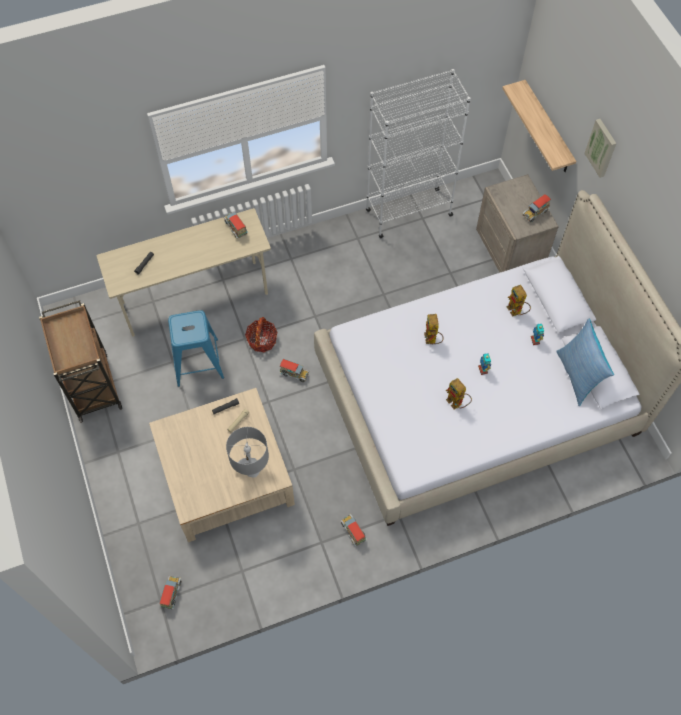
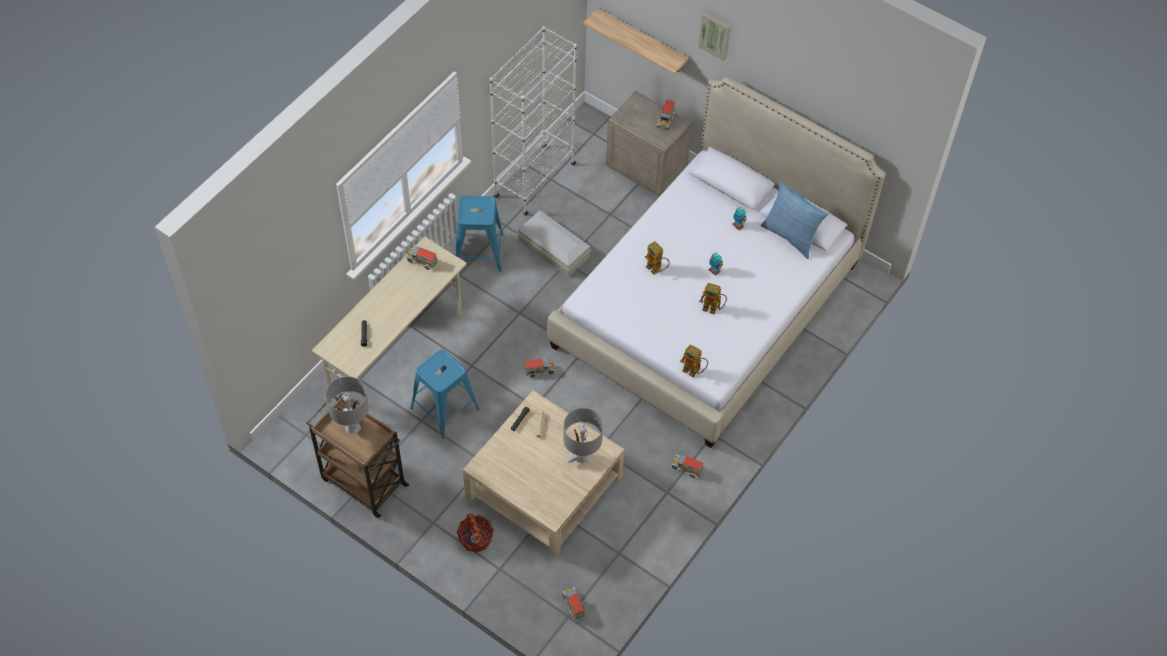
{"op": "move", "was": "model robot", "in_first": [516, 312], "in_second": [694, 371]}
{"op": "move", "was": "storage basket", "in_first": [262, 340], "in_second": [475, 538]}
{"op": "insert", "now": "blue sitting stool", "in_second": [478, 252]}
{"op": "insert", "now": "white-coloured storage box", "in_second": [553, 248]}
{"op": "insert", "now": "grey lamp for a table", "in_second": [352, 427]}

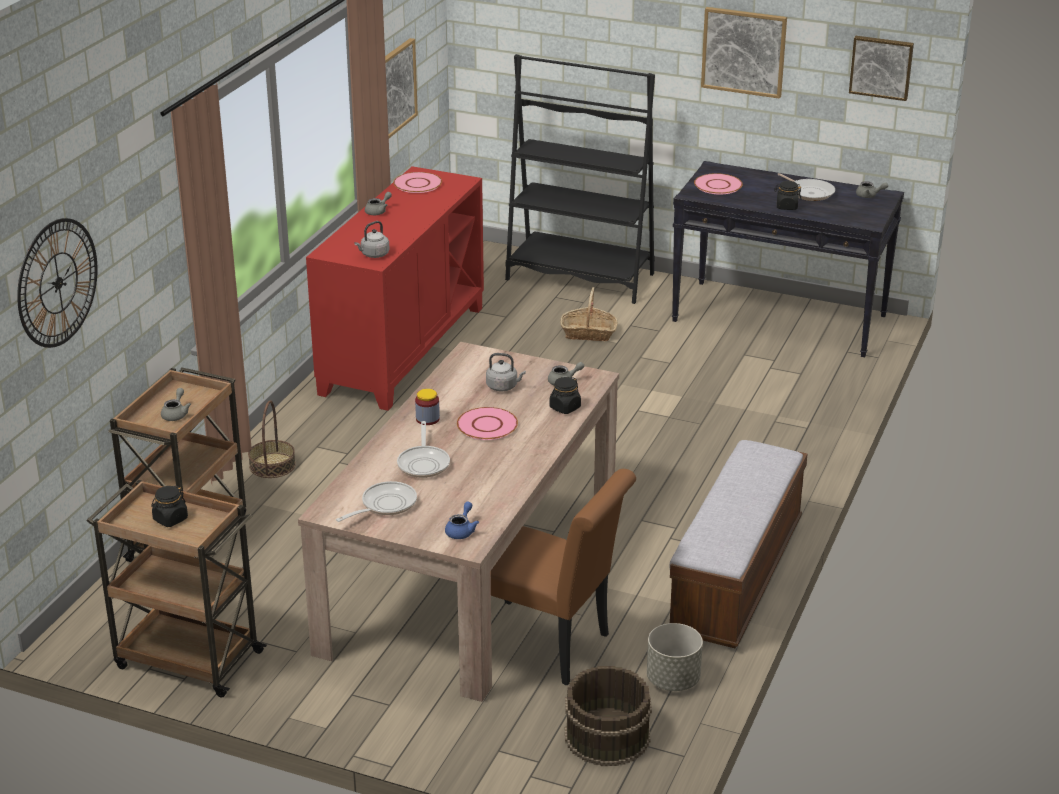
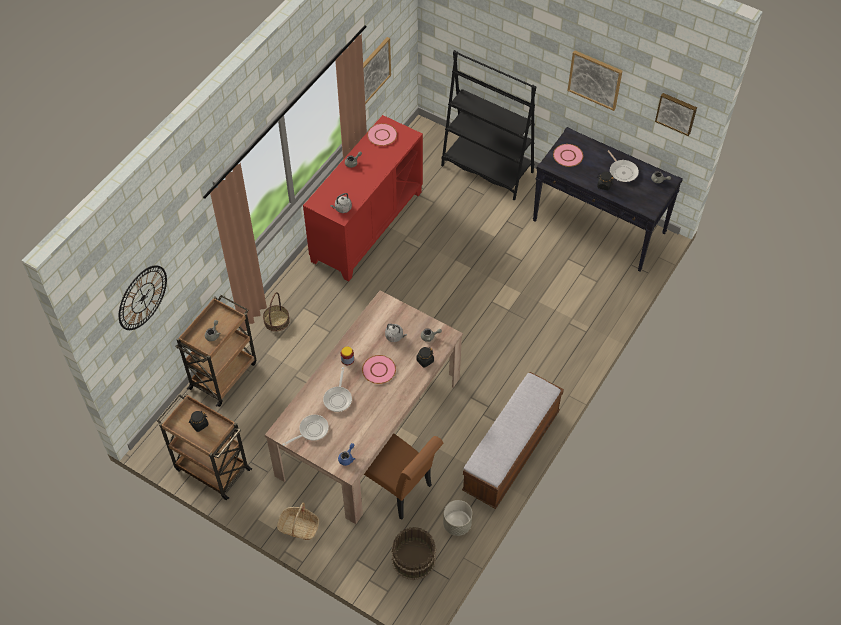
{"op": "move", "was": "storage basket", "in_first": [588, 333], "in_second": [299, 527]}

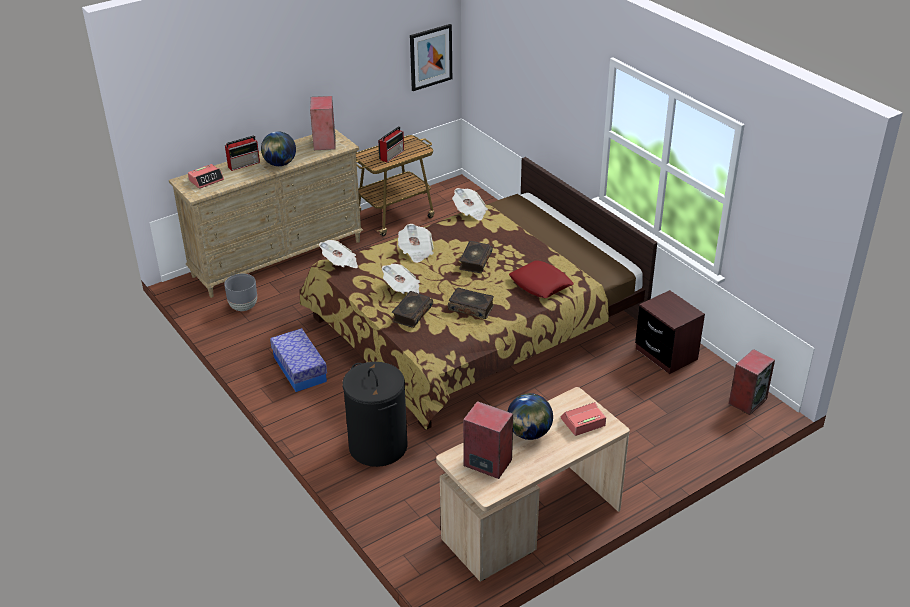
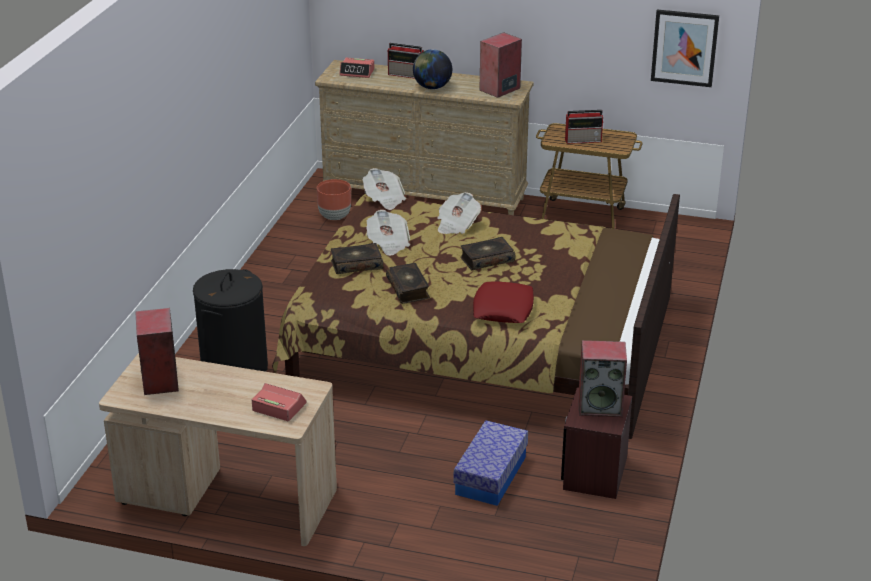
{"op": "delete", "was": "daily paper", "in_first": [470, 212]}
{"op": "recolor", "was": "grey flower pot", "now": "brownish flower pot", "in_first": [243, 307], "in_second": [334, 217]}
{"op": "move", "was": "storage box", "in_first": [299, 369], "in_second": [490, 475]}
{"op": "move", "was": "loudspeaker", "in_first": [747, 400], "in_second": [600, 406]}
{"op": "delete", "was": "desk globe", "in_first": [529, 433]}

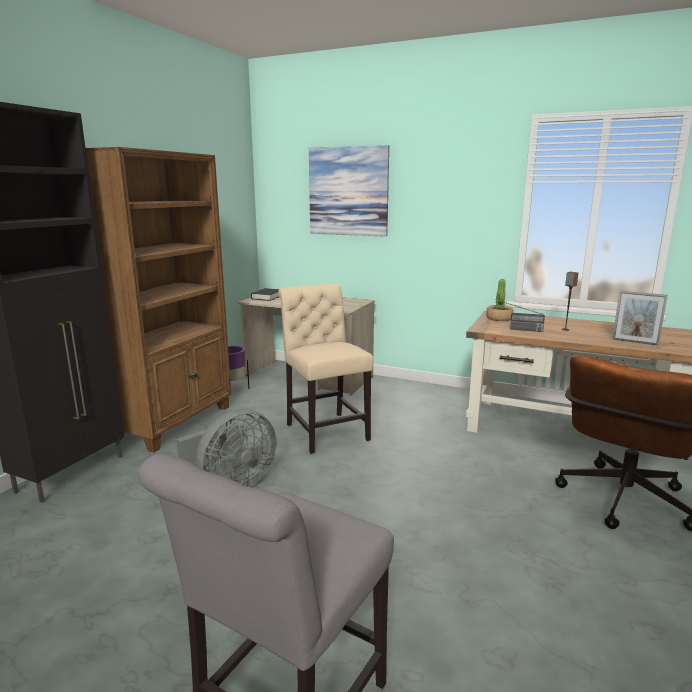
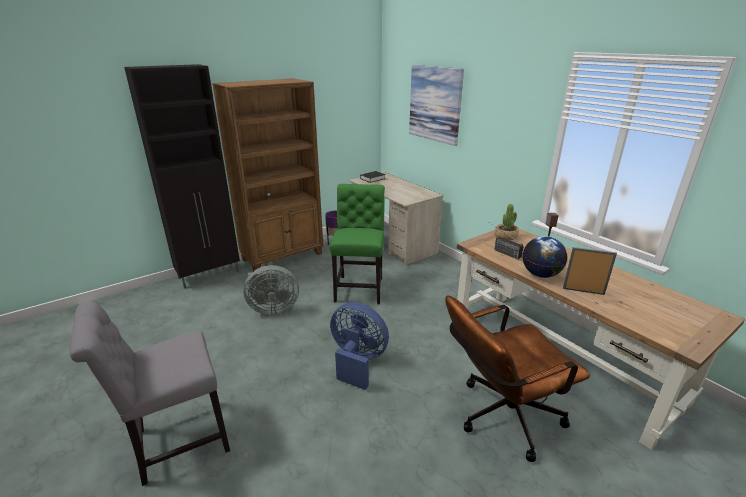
{"op": "recolor", "was": "beige upright chair", "now": "green-coloured upright chair", "in_first": [325, 430], "in_second": [360, 288]}
{"op": "rotate", "was": "standing frame", "in_first": [634, 342], "in_second": [583, 291], "clockwise": 135}
{"op": "insert", "now": "desk globe", "in_second": [541, 274]}
{"op": "insert", "now": "blue electric fan", "in_second": [357, 361]}

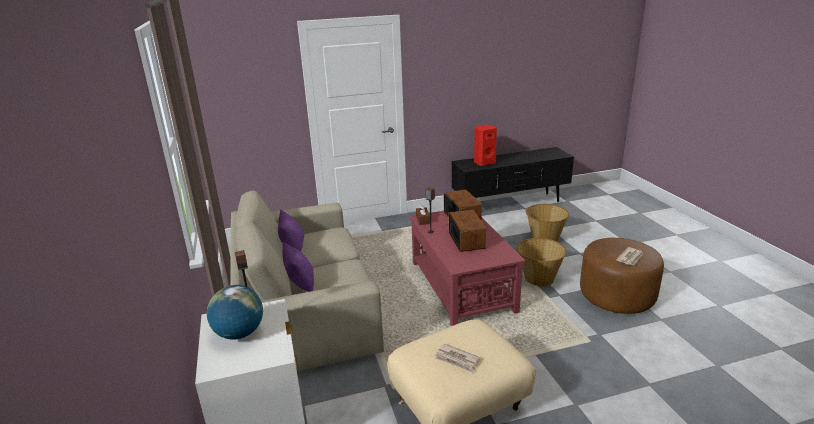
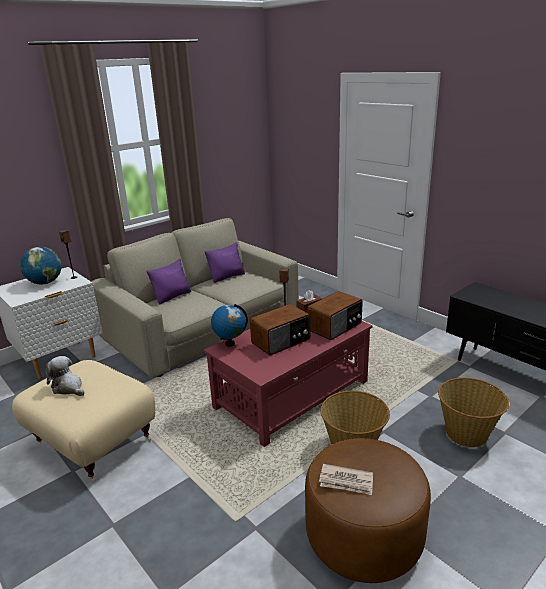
{"op": "delete", "was": "red loudspeaker", "in_first": [484, 162]}
{"op": "replace", "was": "daily paper", "now": "soft toy", "in_first": [457, 359], "in_second": [68, 387]}
{"op": "insert", "now": "desk globe", "in_second": [230, 343]}

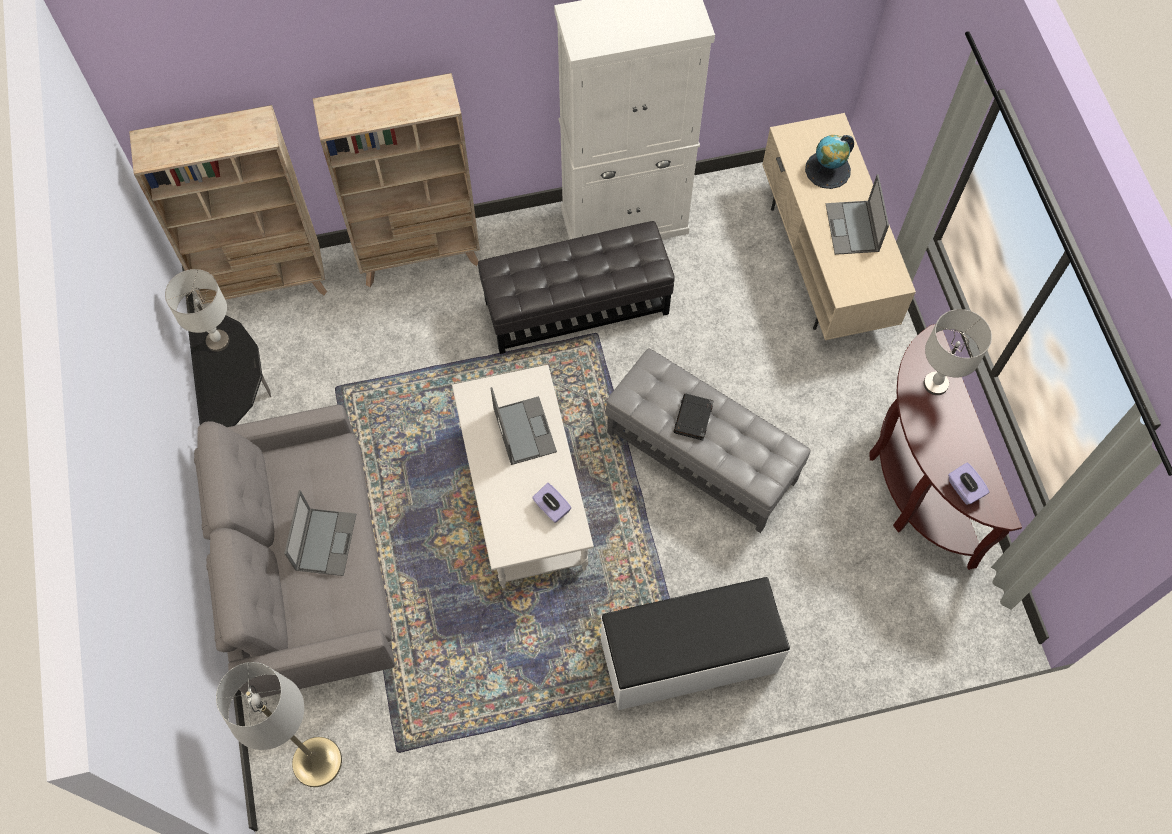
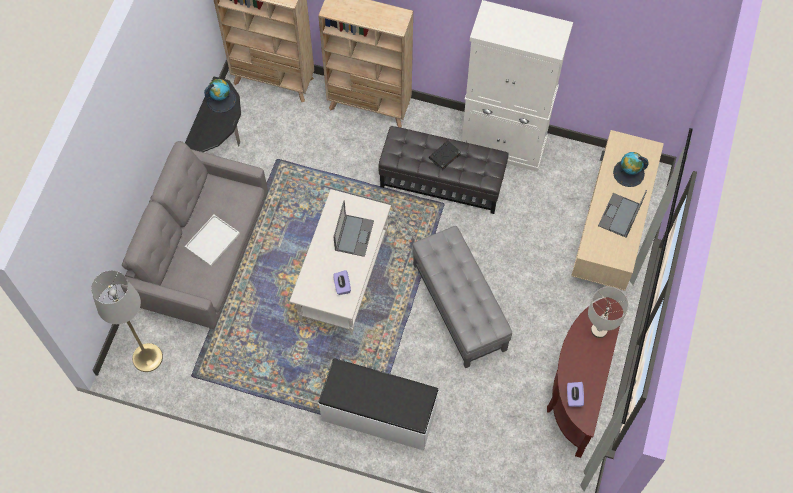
{"op": "replace", "was": "grey lamp for a table", "now": "desk globe", "in_first": [218, 341], "in_second": [221, 100]}
{"op": "move", "was": "blackish book", "in_first": [693, 419], "in_second": [444, 156]}
{"op": "replace", "was": "laptop", "now": "white-coloured tray", "in_first": [325, 541], "in_second": [212, 239]}

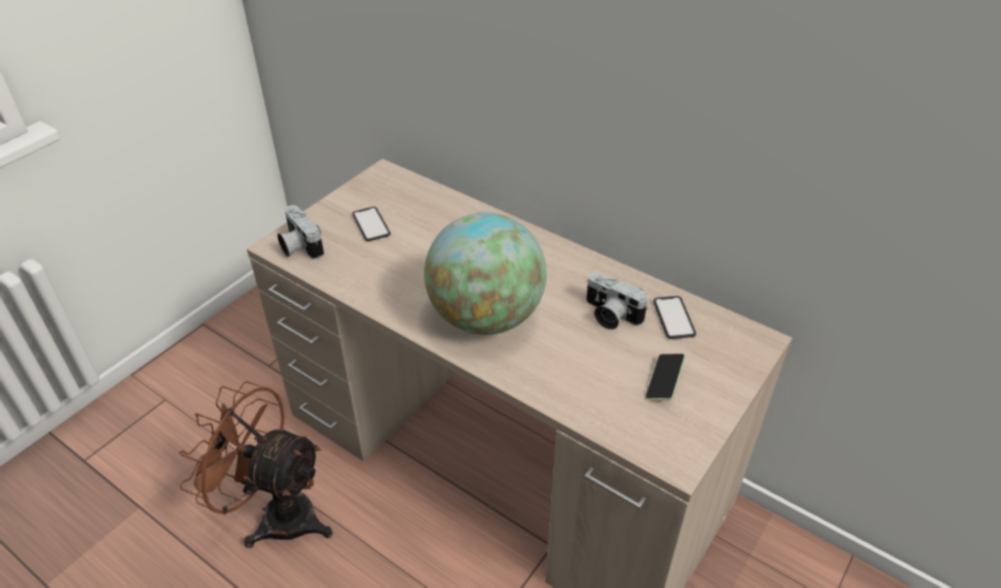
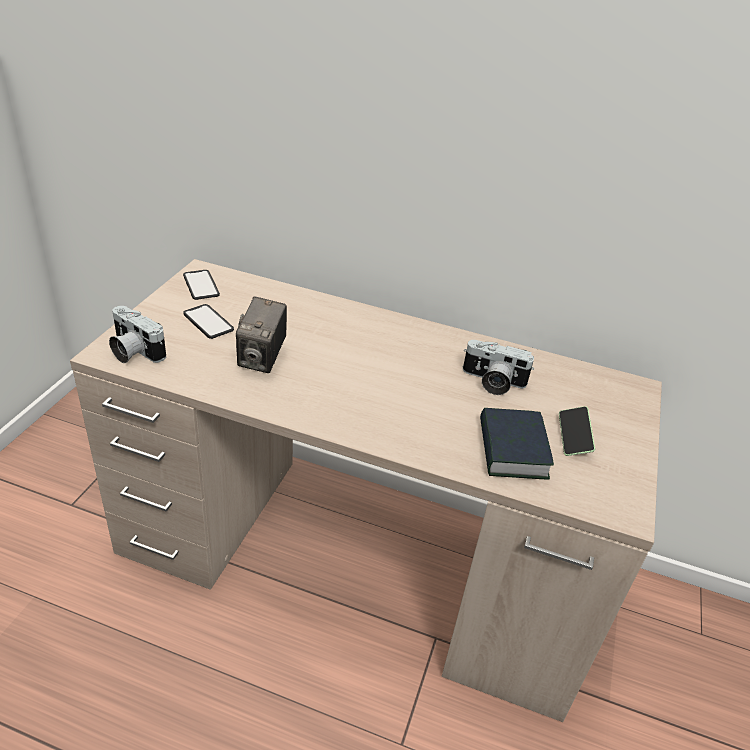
{"op": "delete", "was": "desk globe", "in_first": [486, 317]}
{"op": "move", "was": "handset", "in_first": [673, 318], "in_second": [201, 285]}
{"op": "delete", "was": "brownish electric fan", "in_first": [276, 514]}
{"op": "insert", "now": "photo camera", "in_second": [262, 358]}
{"op": "insert", "now": "book", "in_second": [512, 450]}

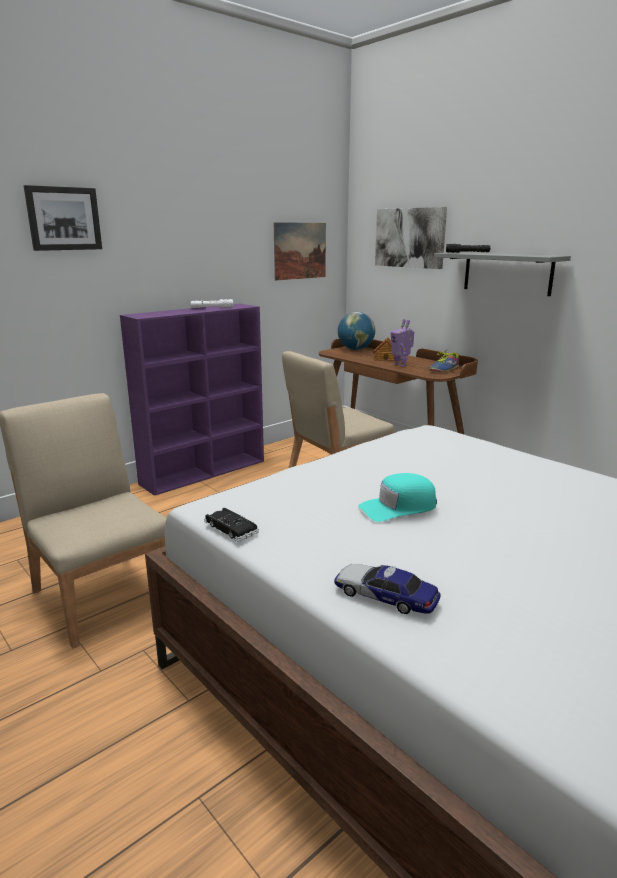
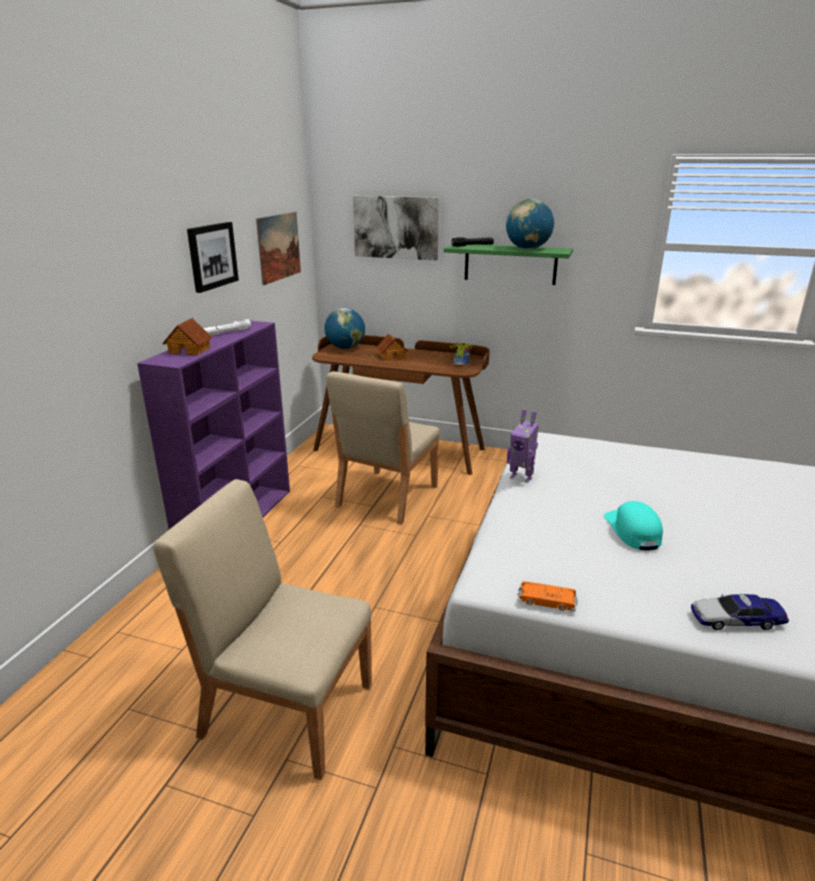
{"op": "move", "was": "wall art", "in_first": [63, 218], "in_second": [212, 256]}
{"op": "recolor", "was": "grey wall shelf", "now": "green-coloured wall shelf", "in_first": [507, 273], "in_second": [510, 264]}
{"op": "move", "was": "model robot", "in_first": [401, 365], "in_second": [521, 477]}
{"op": "rotate", "was": "turquoise cap", "in_first": [398, 507], "in_second": [632, 530], "clockwise": 135}
{"op": "recolor", "was": "blackish toy car", "now": "orangey toy car", "in_first": [231, 528], "in_second": [546, 600]}
{"op": "insert", "now": "desk globe", "in_second": [527, 249]}
{"op": "insert", "now": "model house", "in_second": [190, 350]}

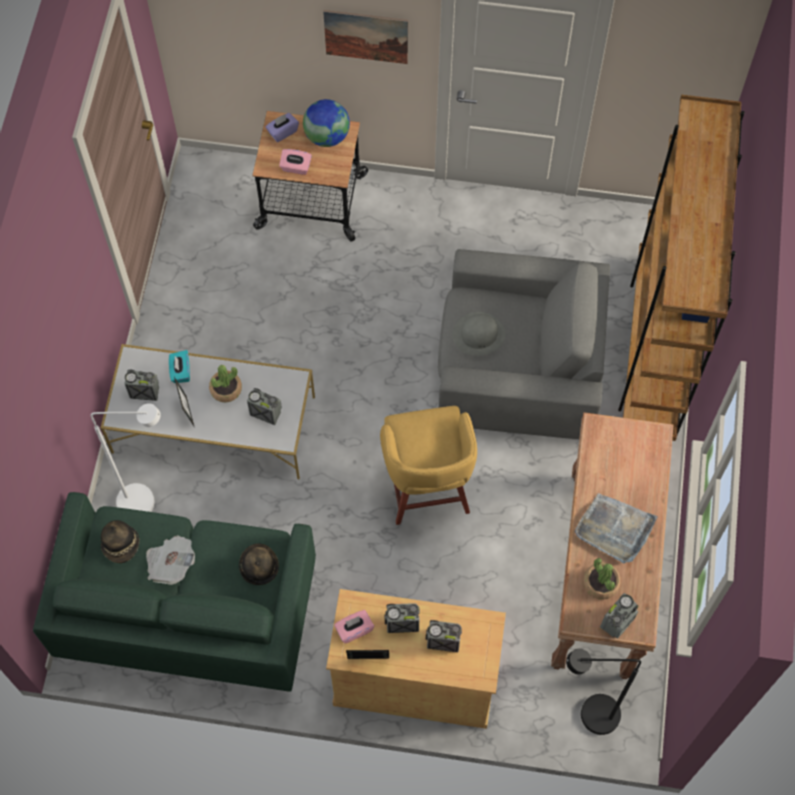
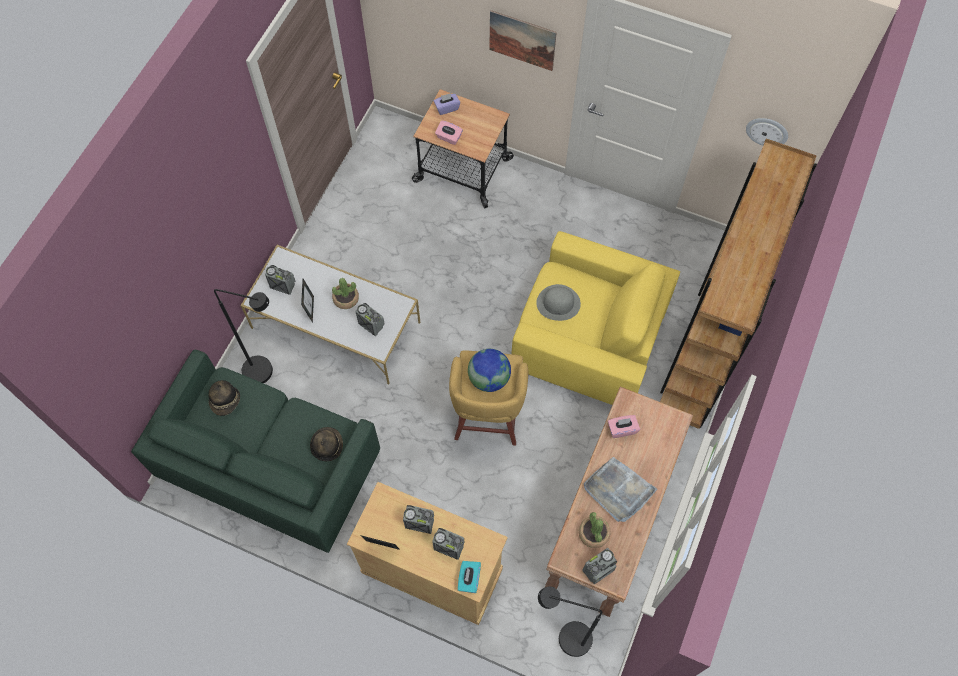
{"op": "move", "was": "desk globe", "in_first": [327, 136], "in_second": [489, 378]}
{"op": "recolor", "was": "grey easy chair", "now": "yellowish easy chair", "in_first": [517, 366], "in_second": [588, 337]}
{"op": "move", "was": "turquoise tissue holder", "in_first": [180, 372], "in_second": [469, 579]}
{"op": "recolor", "was": "white-coloured standard lamp", "now": "blackish standard lamp", "in_first": [147, 501], "in_second": [266, 372]}
{"op": "delete", "was": "daily paper", "in_first": [170, 564]}
{"op": "move", "was": "pink tissue holder", "in_first": [354, 630], "in_second": [622, 429]}
{"op": "insert", "now": "hanging clock", "in_second": [767, 131]}

